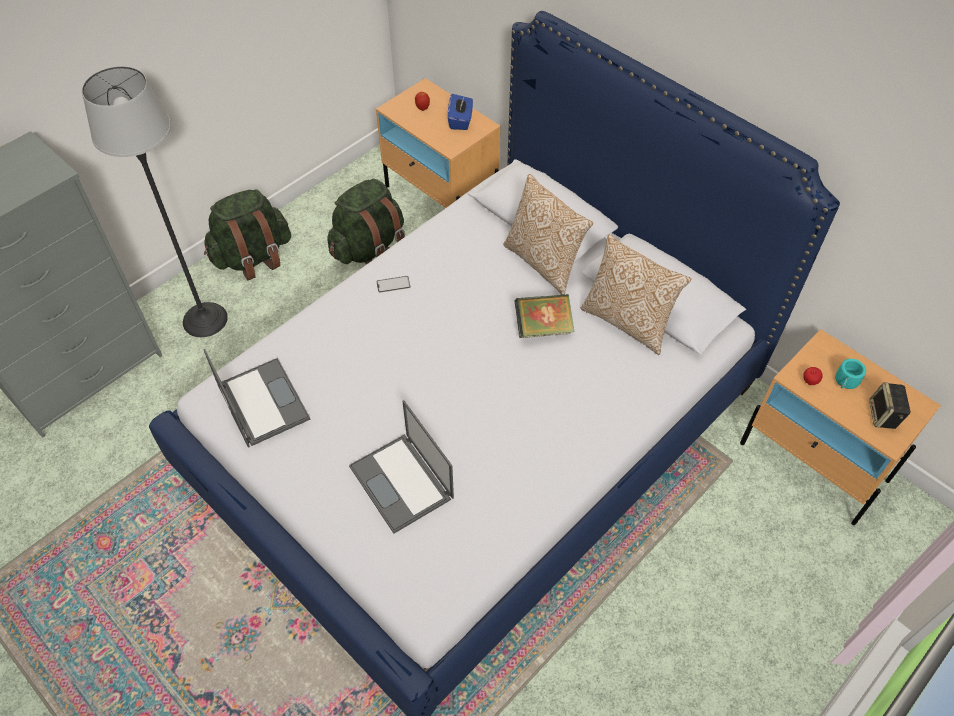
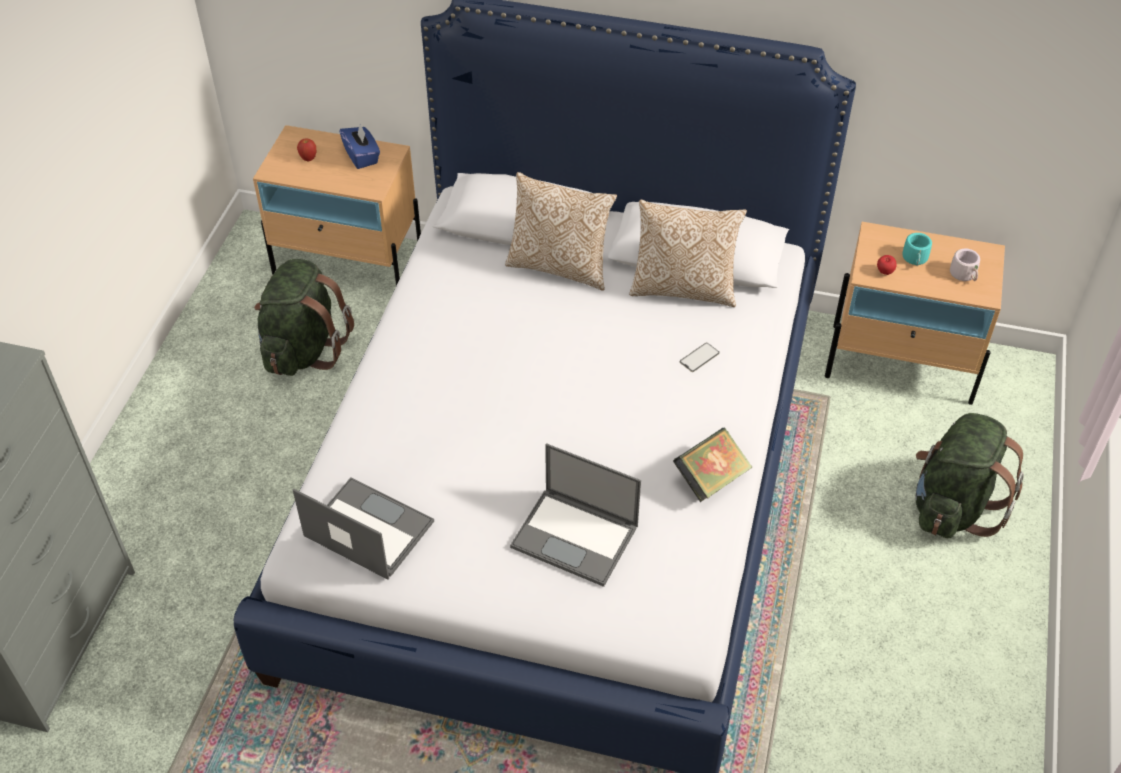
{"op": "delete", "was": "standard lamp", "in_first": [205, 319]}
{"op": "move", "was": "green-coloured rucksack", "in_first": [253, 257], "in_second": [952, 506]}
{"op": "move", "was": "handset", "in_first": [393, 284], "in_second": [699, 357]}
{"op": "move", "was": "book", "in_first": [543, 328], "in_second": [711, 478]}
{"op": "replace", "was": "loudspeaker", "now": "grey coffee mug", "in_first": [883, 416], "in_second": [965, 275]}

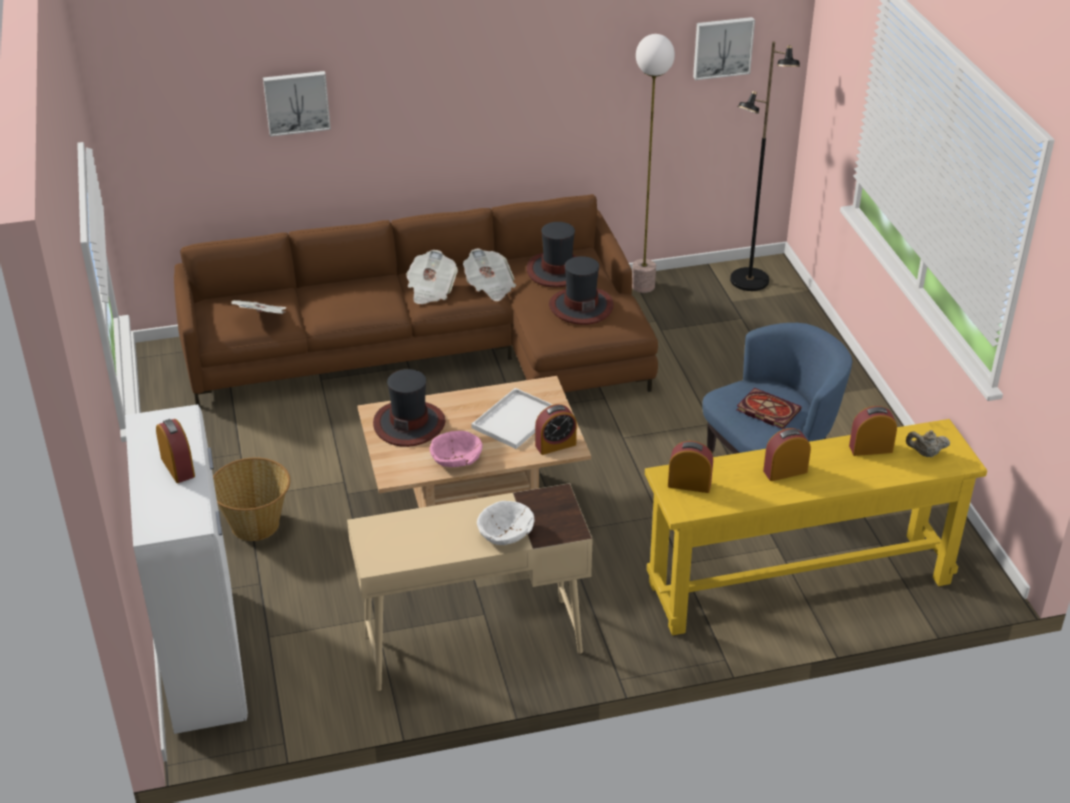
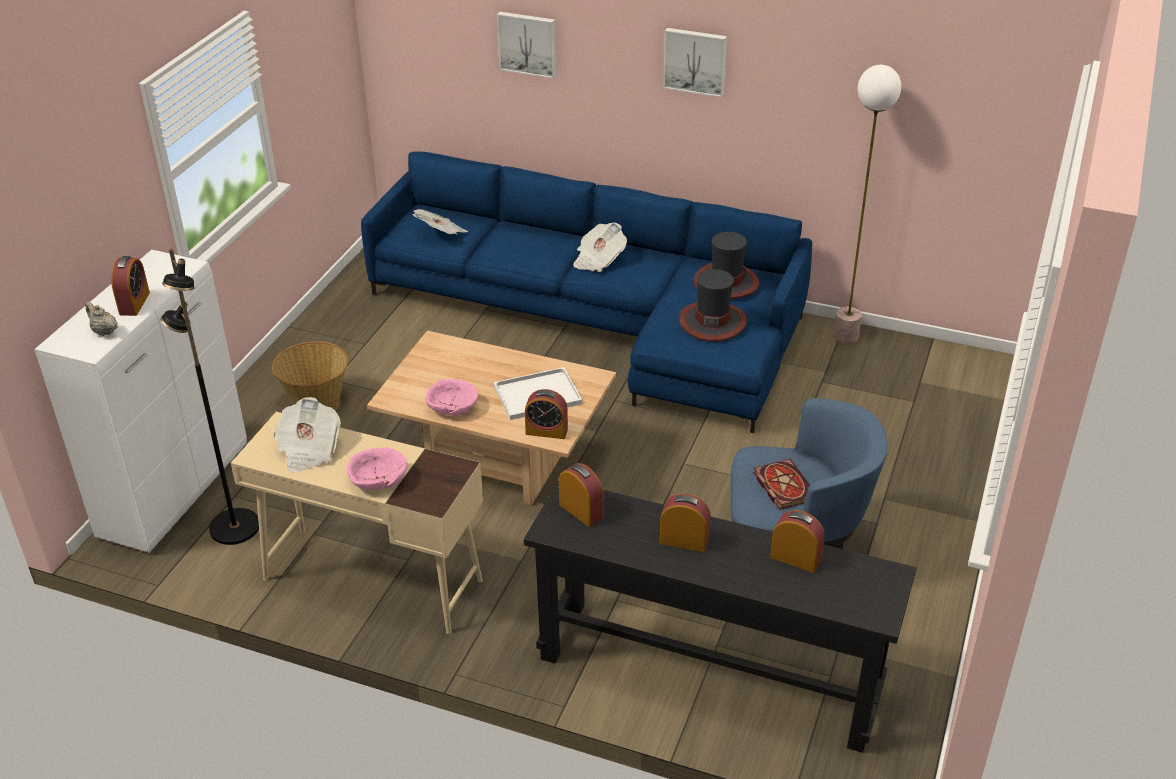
{"op": "move", "was": "wall art", "in_first": [722, 47], "in_second": [695, 61]}
{"op": "move", "was": "blackish standard lamp", "in_first": [749, 281], "in_second": [233, 528]}
{"op": "recolor", "was": "brownish couch", "now": "blue couch", "in_first": [435, 349], "in_second": [601, 321]}
{"op": "move", "was": "daily paper", "in_first": [490, 287], "in_second": [308, 450]}
{"op": "delete", "was": "hat", "in_first": [409, 423]}
{"op": "recolor", "was": "yellowish hall table", "now": "blackish hall table", "in_first": [799, 582], "in_second": [708, 672]}
{"op": "move", "was": "beige pot for tea", "in_first": [925, 453], "in_second": [104, 331]}
{"op": "recolor", "was": "white-coloured deep dish", "now": "pink deep dish", "in_first": [505, 534], "in_second": [377, 480]}

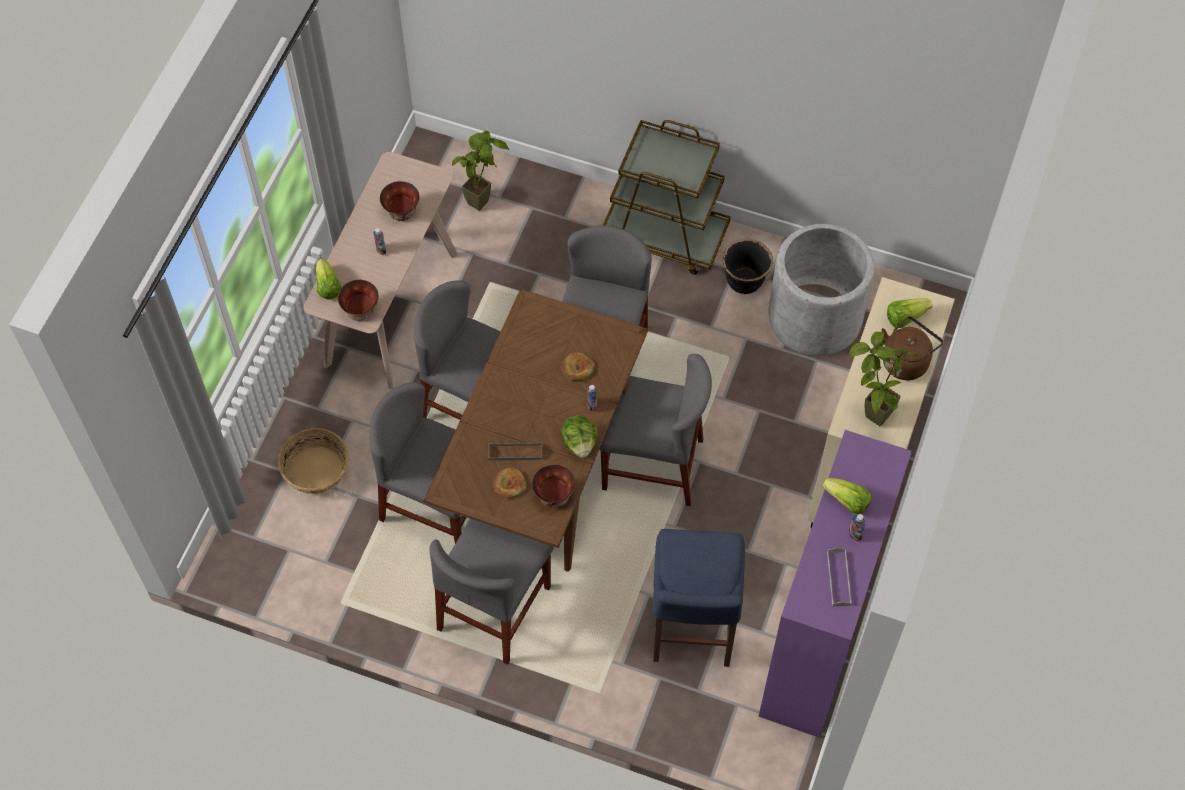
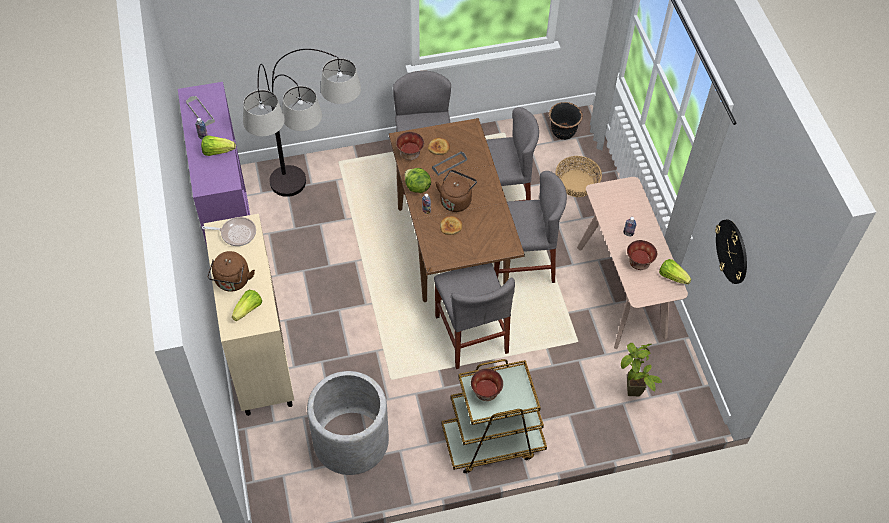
{"op": "move", "was": "blackish flower pot", "in_first": [744, 281], "in_second": [563, 133]}
{"op": "move", "was": "head of lettuce", "in_first": [328, 286], "in_second": [672, 277]}
{"op": "move", "was": "deep dish", "in_first": [360, 310], "in_second": [486, 393]}
{"op": "replace", "was": "plant in a pot", "now": "pan", "in_first": [869, 420], "in_second": [236, 233]}
{"op": "delete", "was": "grey upright chair", "in_first": [652, 464]}
{"op": "replace", "was": "blue sitting stool", "now": "standard lamp", "in_first": [692, 632], "in_second": [308, 213]}
{"op": "insert", "now": "brownish tea kettle", "in_second": [456, 200]}
{"op": "insert", "now": "hanging clock", "in_second": [732, 251]}

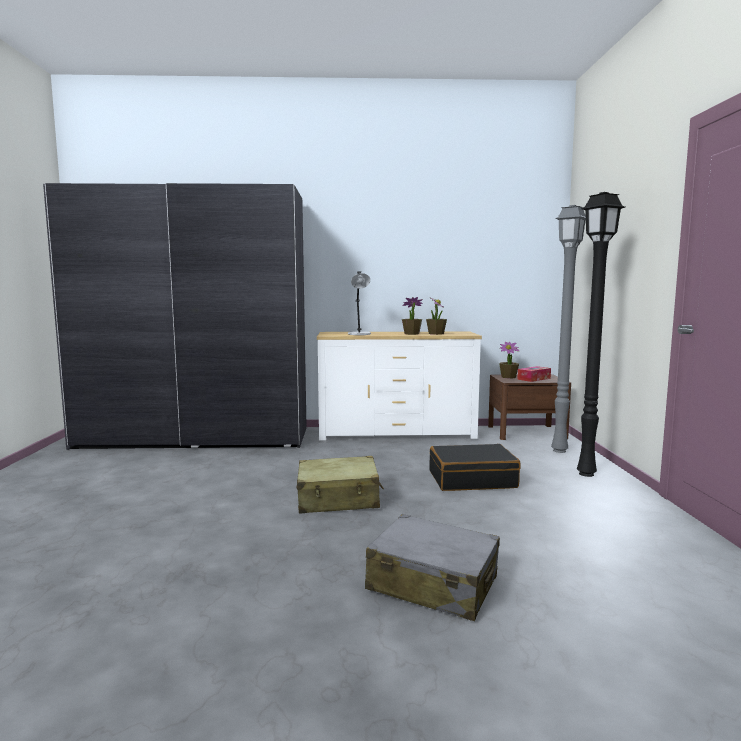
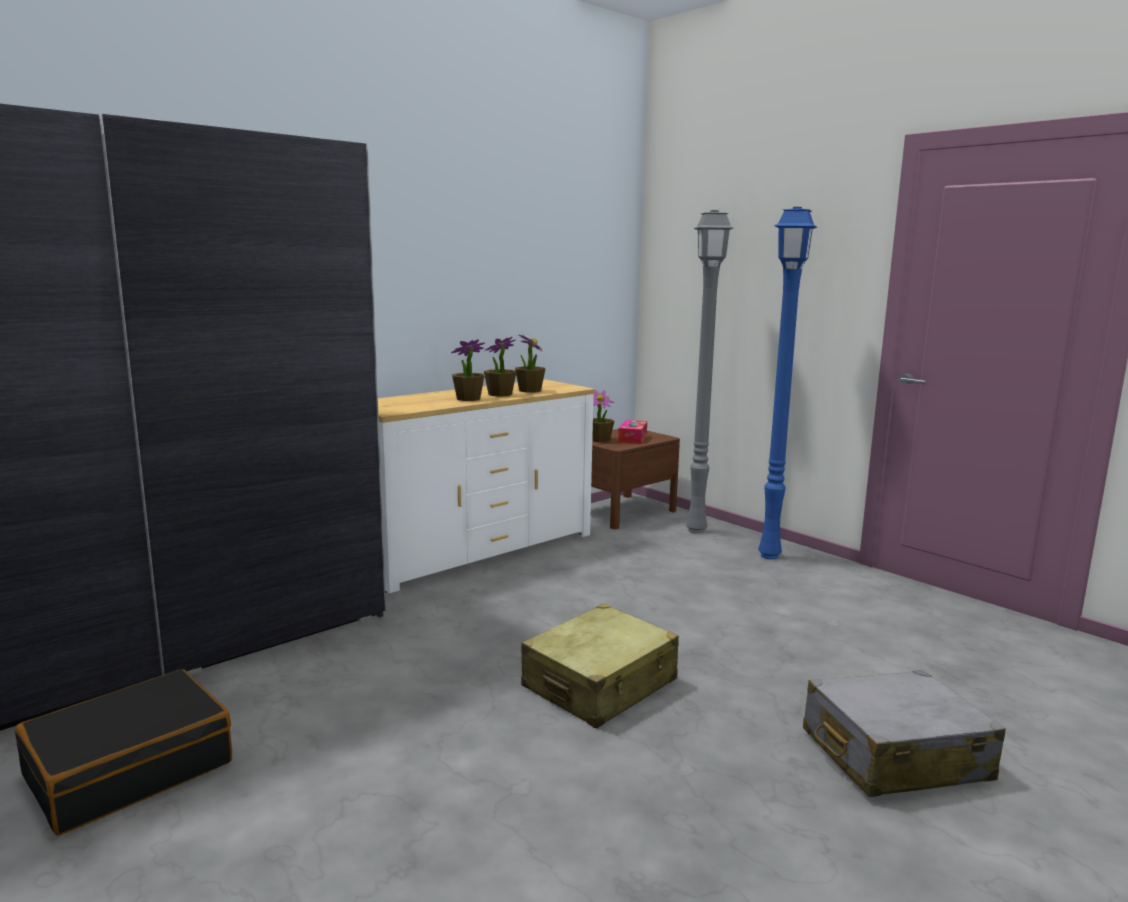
{"op": "recolor", "was": "blackish standard lamp", "now": "blue standard lamp", "in_first": [588, 474], "in_second": [771, 555]}
{"op": "delete", "was": "grey lamp for a table", "in_first": [359, 334]}
{"op": "move", "was": "blackish suitcase", "in_first": [472, 479], "in_second": [129, 769]}
{"op": "insert", "now": "plant in a pot", "in_second": [468, 399]}

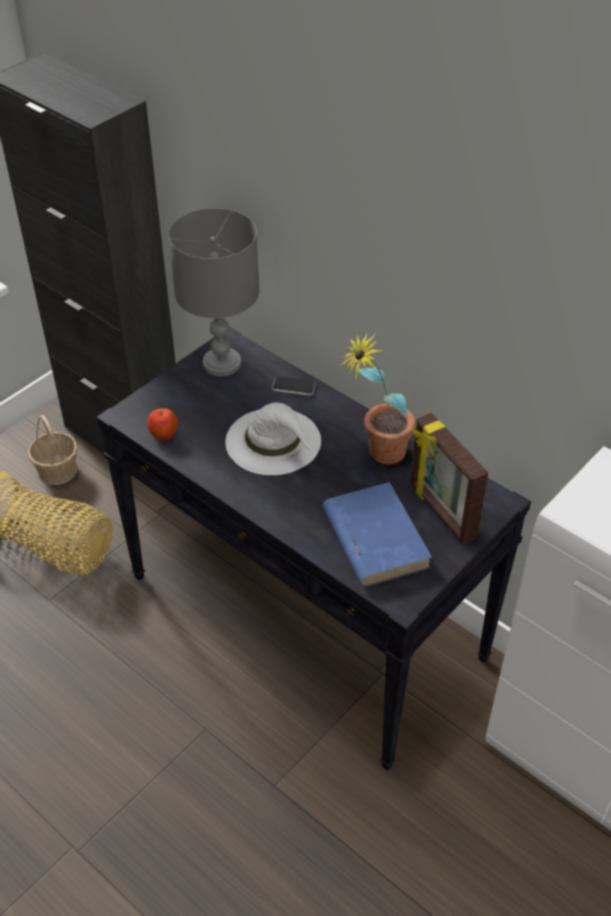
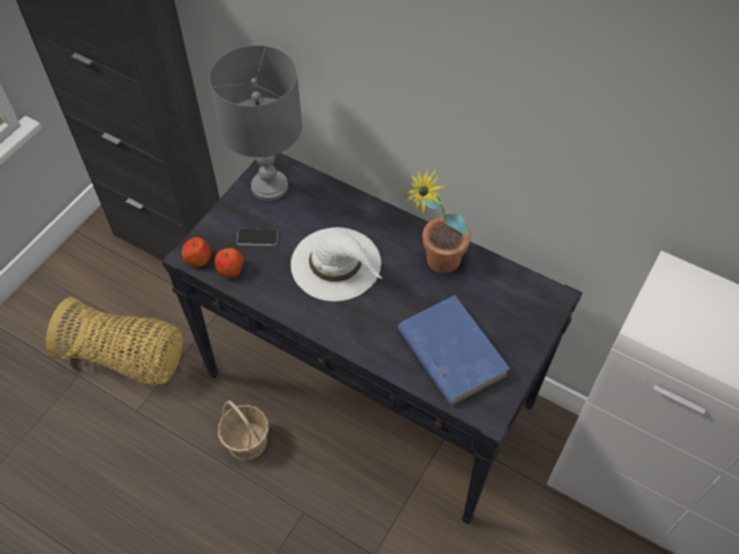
{"op": "move", "was": "handset", "in_first": [294, 386], "in_second": [257, 237]}
{"op": "delete", "was": "standing frame", "in_first": [441, 511]}
{"op": "move", "was": "storage basket", "in_first": [57, 470], "in_second": [247, 440]}
{"op": "insert", "now": "apple", "in_second": [198, 259]}

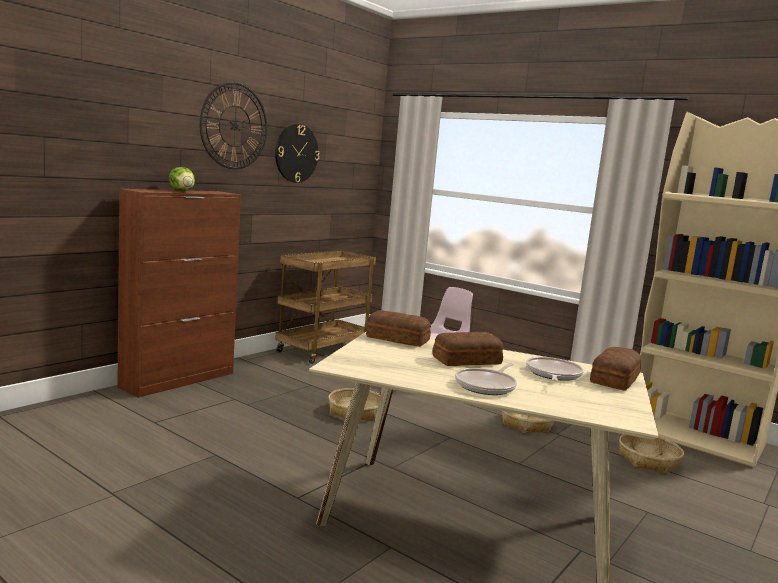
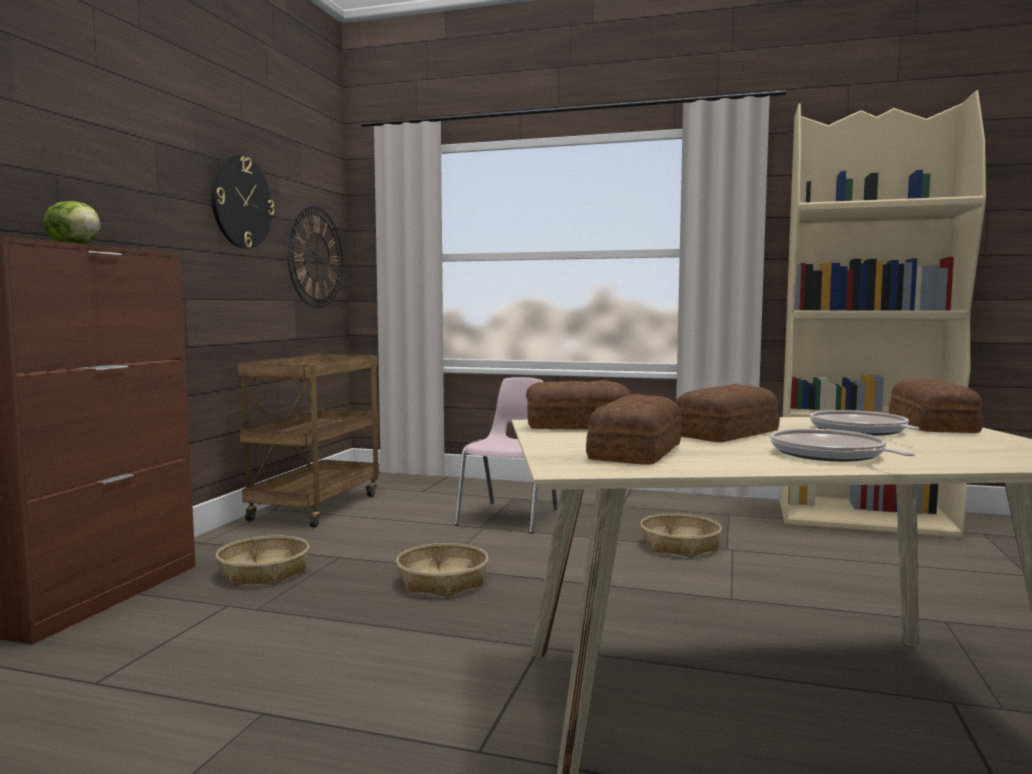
{"op": "move", "was": "hanging clock", "in_first": [234, 126], "in_second": [316, 257]}
{"op": "rotate", "was": "pan", "in_first": [487, 386], "in_second": [830, 455], "clockwise": 150}
{"op": "move", "was": "storage basket", "in_first": [648, 460], "in_second": [263, 572]}
{"op": "insert", "now": "bread", "in_second": [633, 452]}

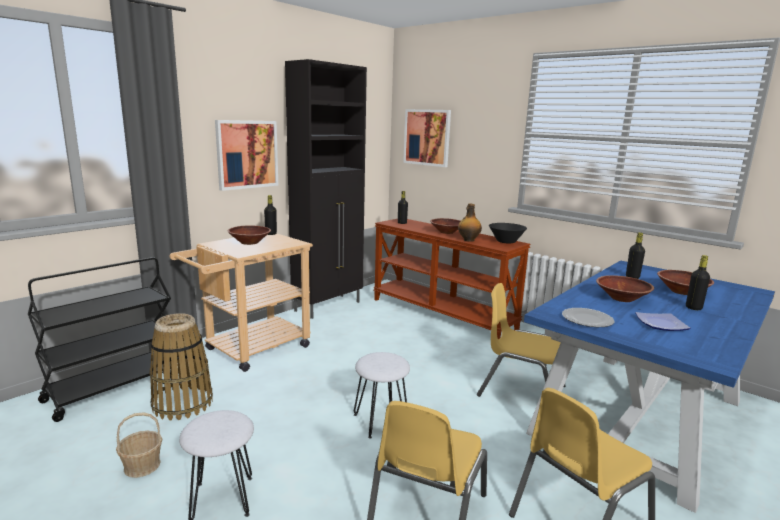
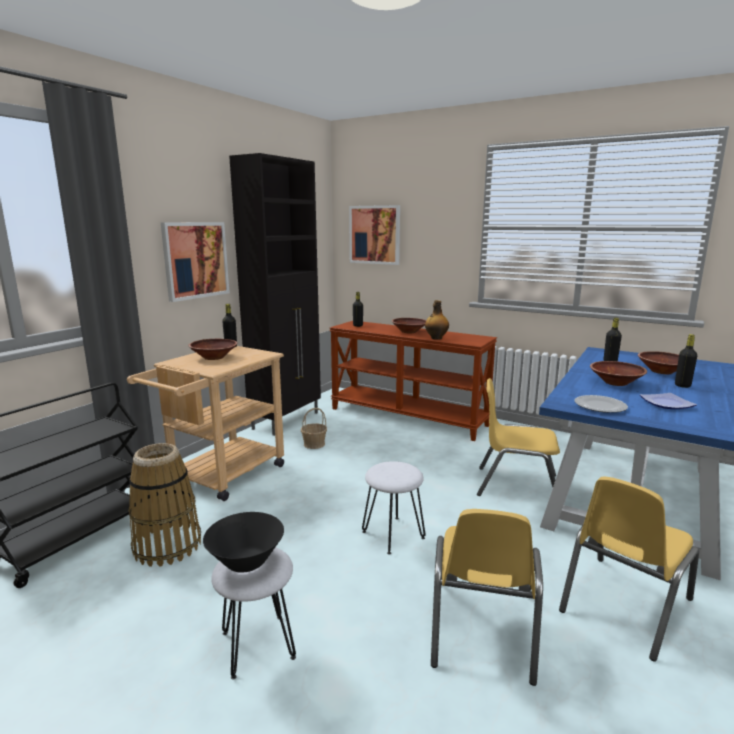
{"op": "move", "was": "blackish deep dish", "in_first": [506, 241], "in_second": [246, 561]}
{"op": "move", "was": "storage basket", "in_first": [142, 466], "in_second": [314, 444]}

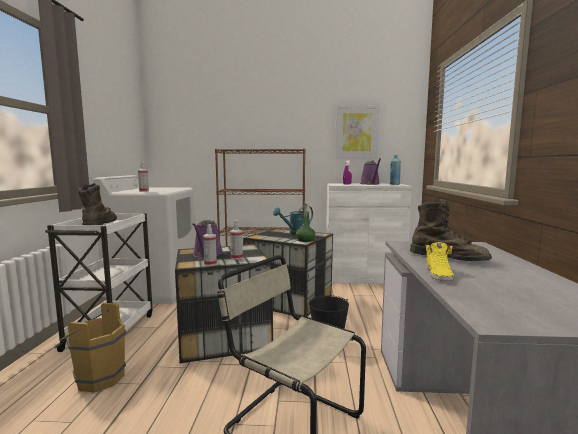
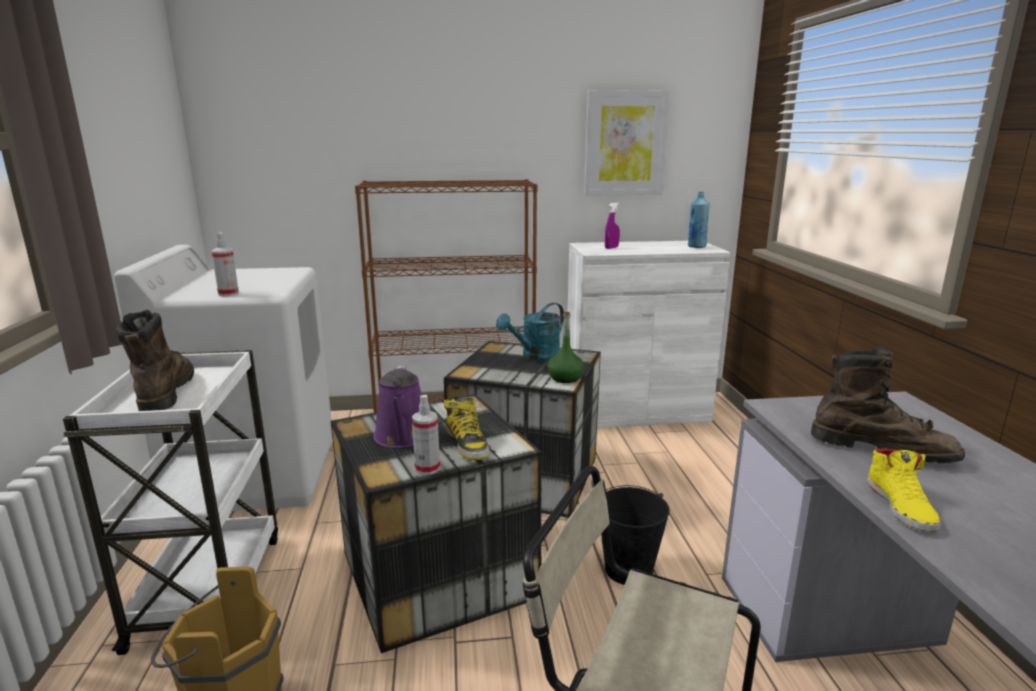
{"op": "delete", "was": "purple-coloured sprinkling can", "in_first": [370, 184]}
{"op": "replace", "was": "hand sprayer", "now": "boot", "in_first": [236, 258], "in_second": [467, 444]}

